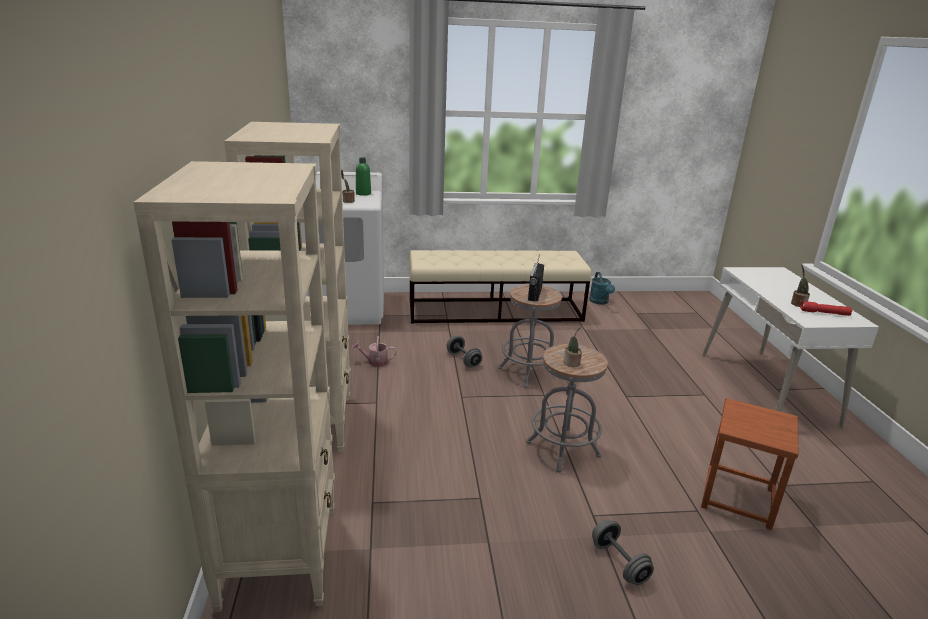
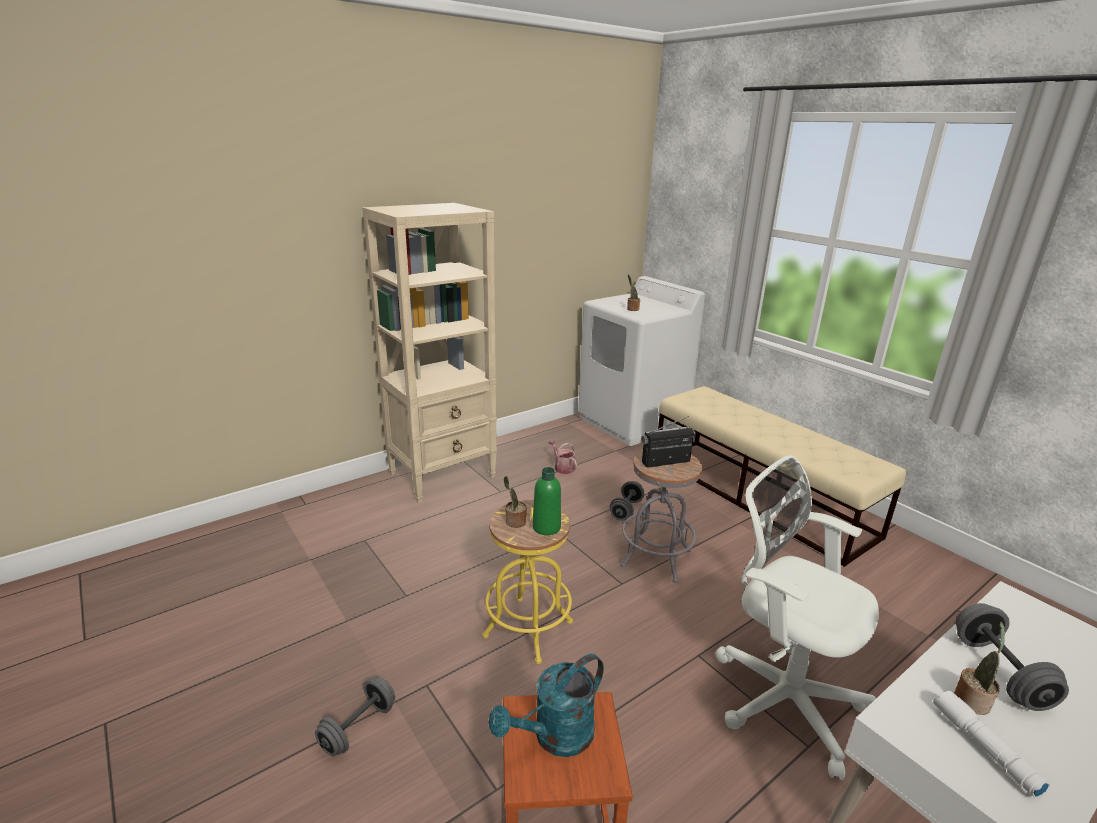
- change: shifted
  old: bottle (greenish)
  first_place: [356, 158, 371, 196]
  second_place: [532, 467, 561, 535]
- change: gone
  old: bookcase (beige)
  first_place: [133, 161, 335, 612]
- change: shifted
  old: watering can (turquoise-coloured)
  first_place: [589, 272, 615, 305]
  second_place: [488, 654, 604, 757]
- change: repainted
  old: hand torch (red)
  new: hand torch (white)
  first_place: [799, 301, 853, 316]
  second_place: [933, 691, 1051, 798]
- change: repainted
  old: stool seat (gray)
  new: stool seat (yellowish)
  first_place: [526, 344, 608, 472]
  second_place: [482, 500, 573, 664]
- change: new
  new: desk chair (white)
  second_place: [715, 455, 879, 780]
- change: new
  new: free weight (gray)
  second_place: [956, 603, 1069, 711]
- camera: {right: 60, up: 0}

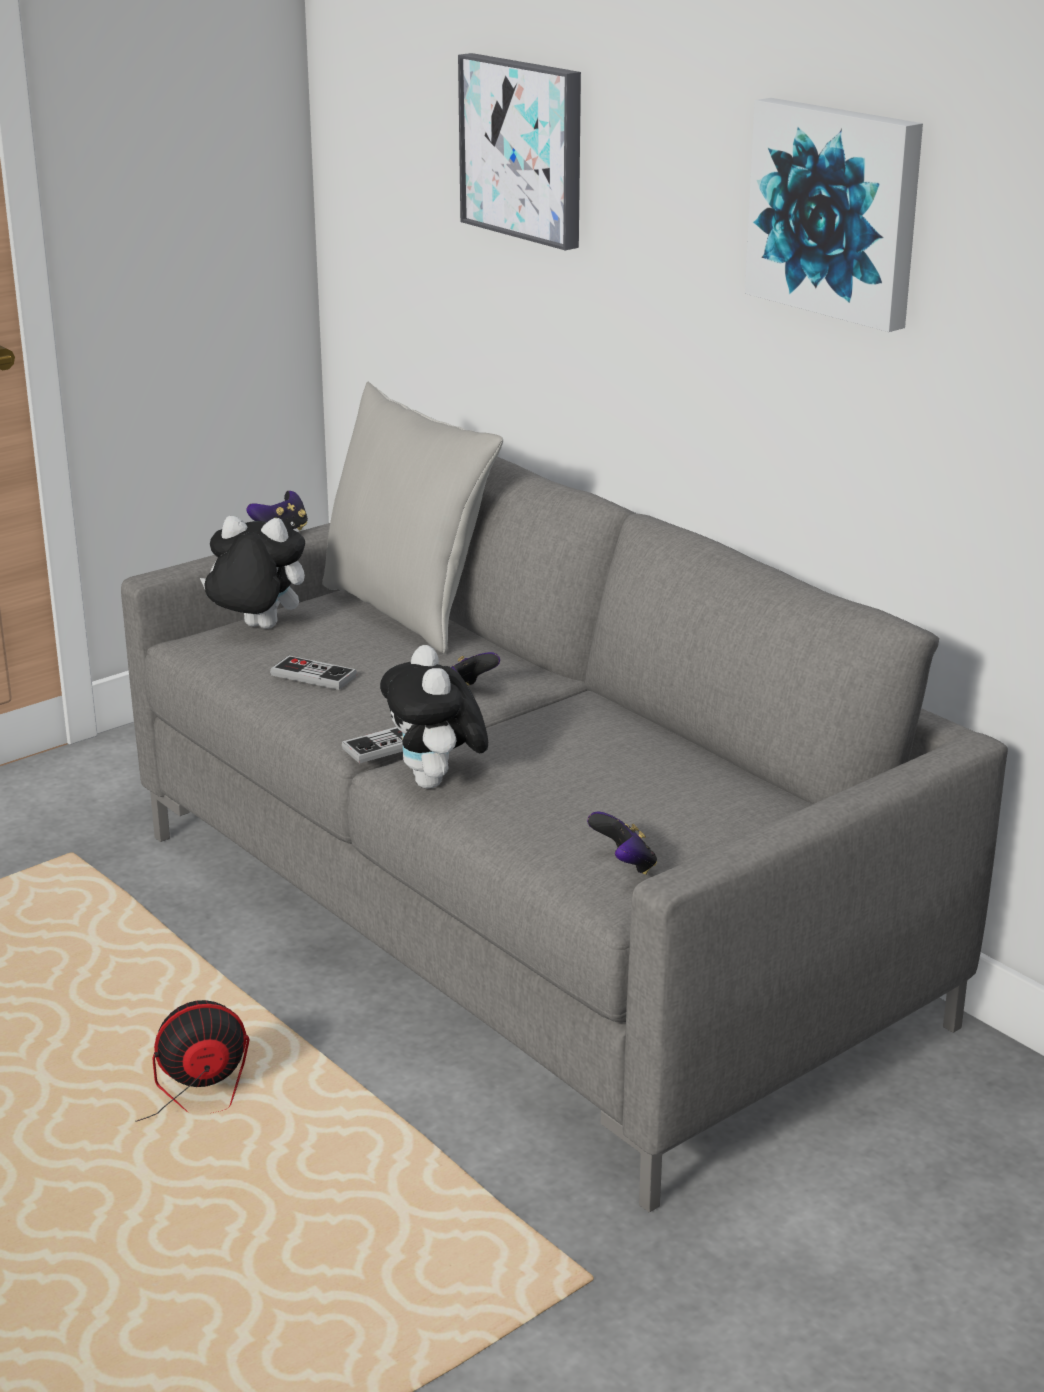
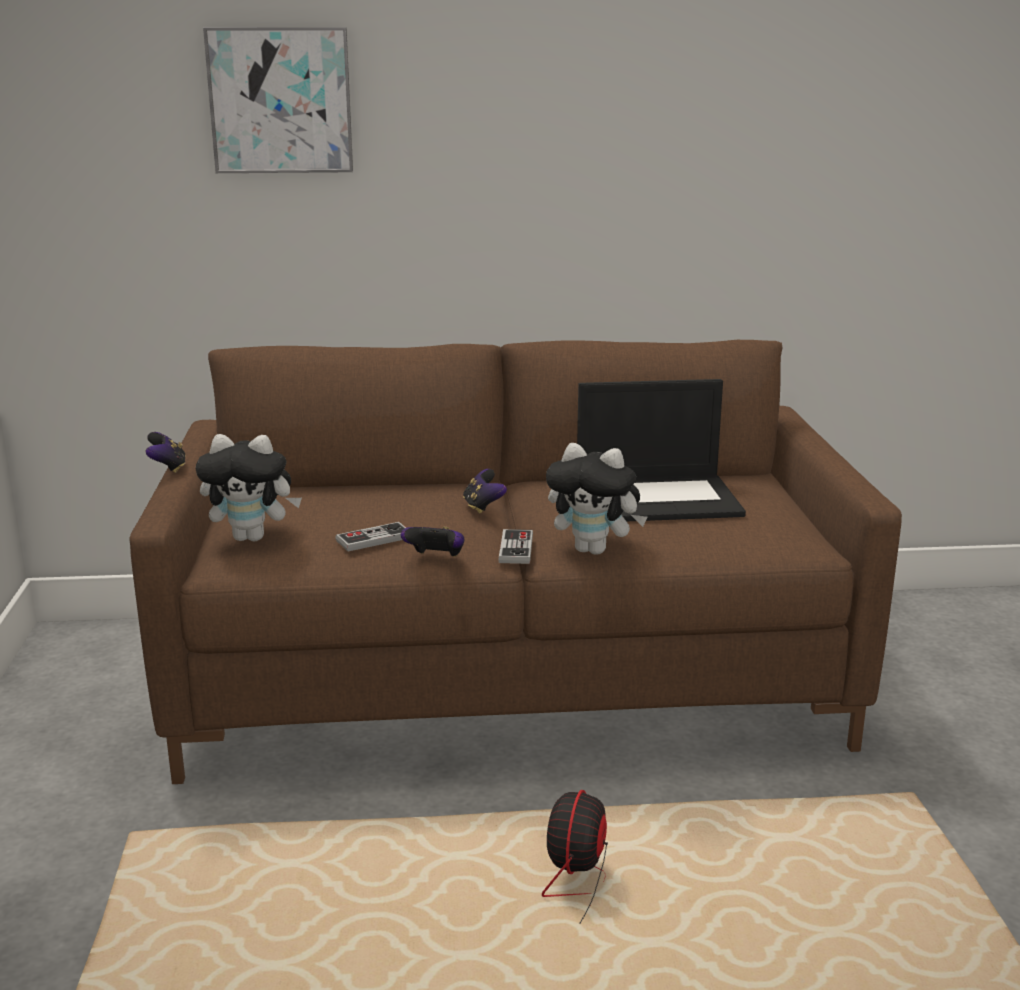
- change: gone
  old: picture
  first_place: [745, 98, 923, 332]
- change: gone
  old: throw pillow (gray)
  first_place: [322, 382, 503, 653]
- change: repainted
  old: settee (gray)
  new: settee (brown)
  first_place: [121, 456, 1008, 1212]
  second_place: [130, 340, 902, 784]
- change: rotated
  old: cuddly toy
  first_place: [200, 516, 305, 629]
  second_place: [195, 434, 302, 541]
  degrees: -135
- change: shifted
  old: joypad
  first_place: [587, 812, 657, 875]
  second_place: [401, 526, 464, 557]
- change: new
  new: portable computer
  second_place: [577, 379, 746, 522]
- camera: {right: -55, up: -5}

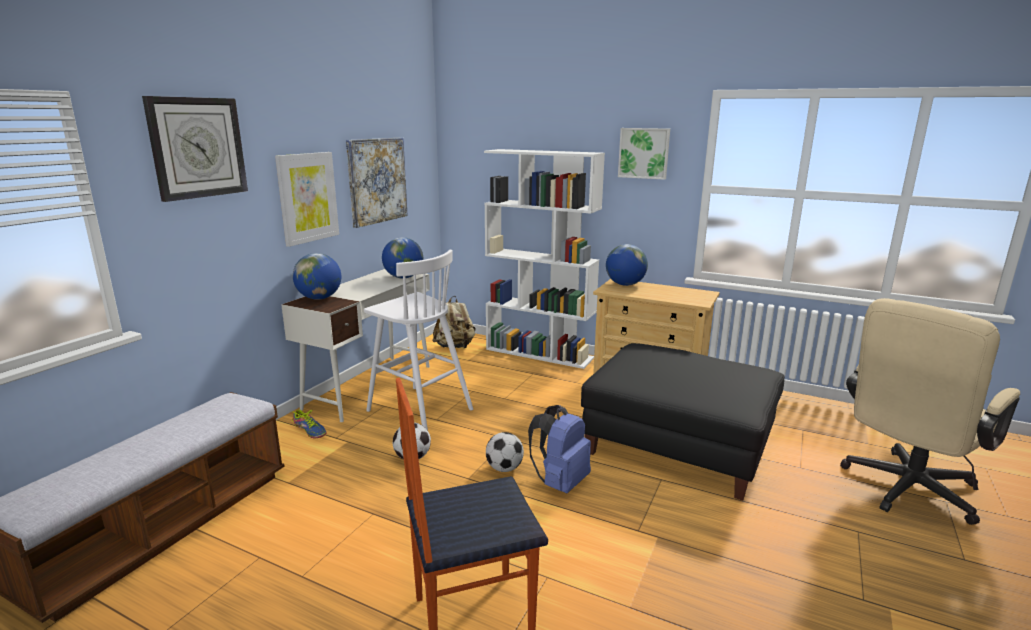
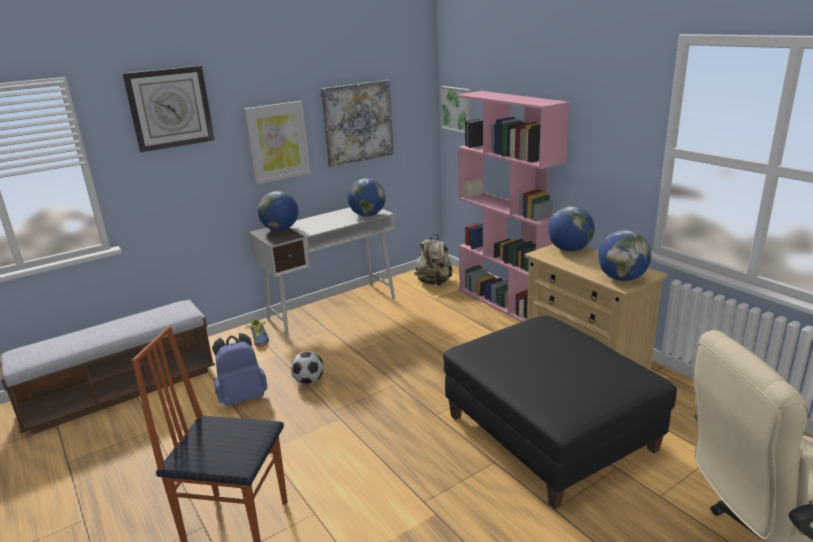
- change: shifted
  old: picture
  first_place: [618, 128, 670, 180]
  second_place: [440, 86, 471, 133]
- change: repainted
  old: bookcase (white)
  new: bookcase (pink-coloured)
  first_place: [484, 149, 605, 369]
  second_place: [457, 91, 570, 322]
- change: gone
  old: stool seat (white)
  first_place: [364, 250, 473, 431]
- change: shifted
  old: knapsack (blue-coloured)
  first_place: [528, 405, 591, 493]
  second_place: [212, 333, 268, 406]
- change: gone
  old: ball for football
  first_place: [486, 432, 524, 472]
- change: new
  new: world globe
  second_place: [598, 230, 651, 281]
- camera: {right: 30, up: 5}

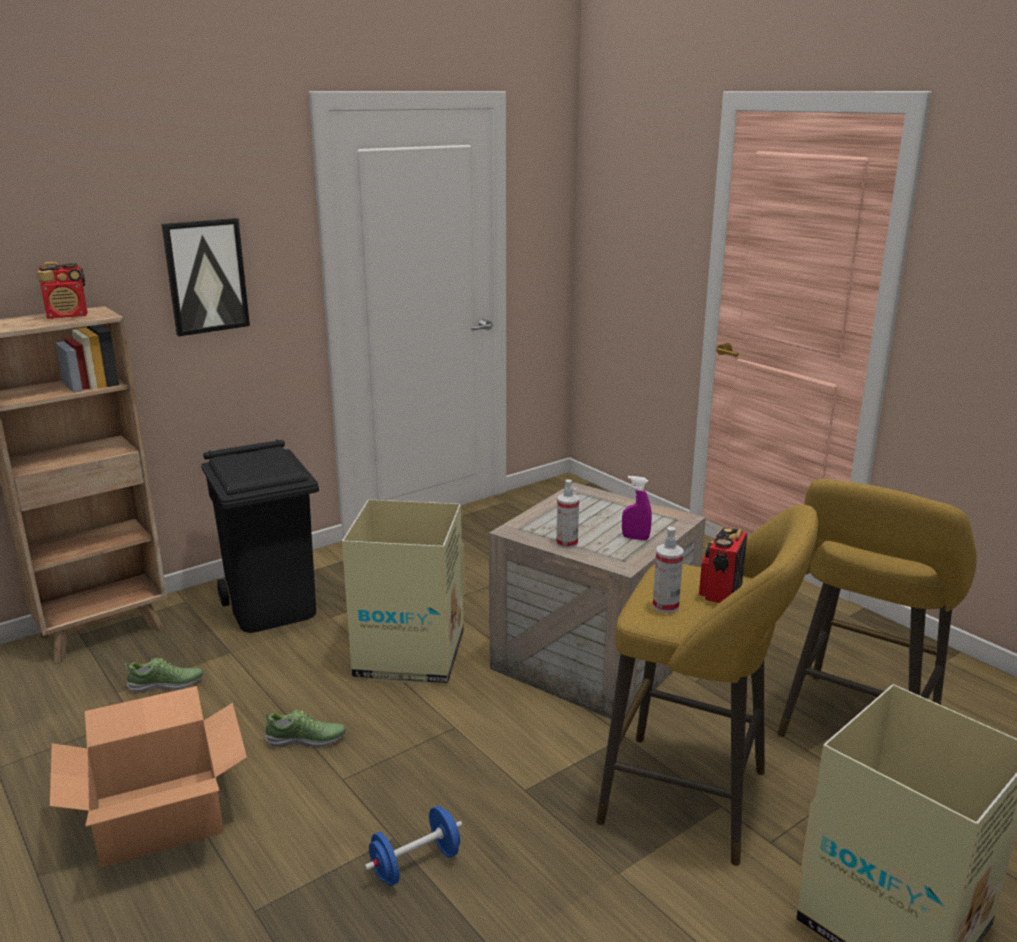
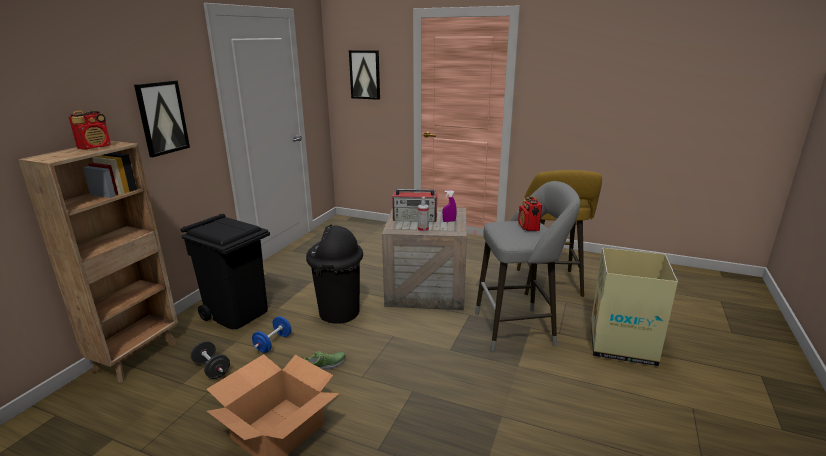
- change: swapped
  old: packing box
  new: rubbish bin (black)
  first_place: [342, 500, 465, 684]
  second_place: [306, 224, 363, 324]
- change: repainted
  old: stool seat (yellowish)
  new: stool seat (gray)
  first_place: [596, 505, 818, 866]
  second_place: [475, 181, 580, 351]
- change: gone
  old: spray bottle
  first_place: [653, 526, 684, 613]
- change: swapped
  old: item of footwear
  new: free weight (black)
  first_place: [125, 658, 203, 693]
  second_place: [191, 341, 230, 379]
- change: shifted
  old: free weight (blue-coloured)
  first_place: [364, 806, 462, 886]
  second_place: [252, 316, 291, 353]
- change: new
  new: picture
  second_place: [349, 50, 380, 100]
- change: new
  new: radio set
  second_place: [392, 189, 437, 222]
- camera: {right: -30, up: 0}

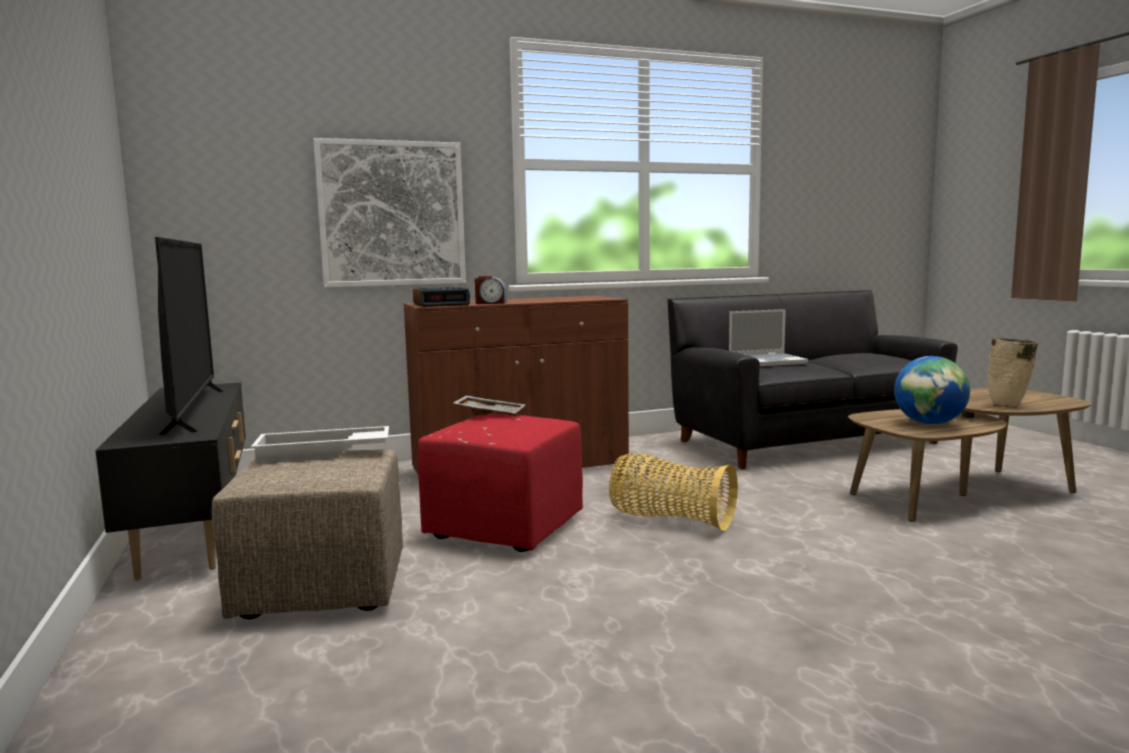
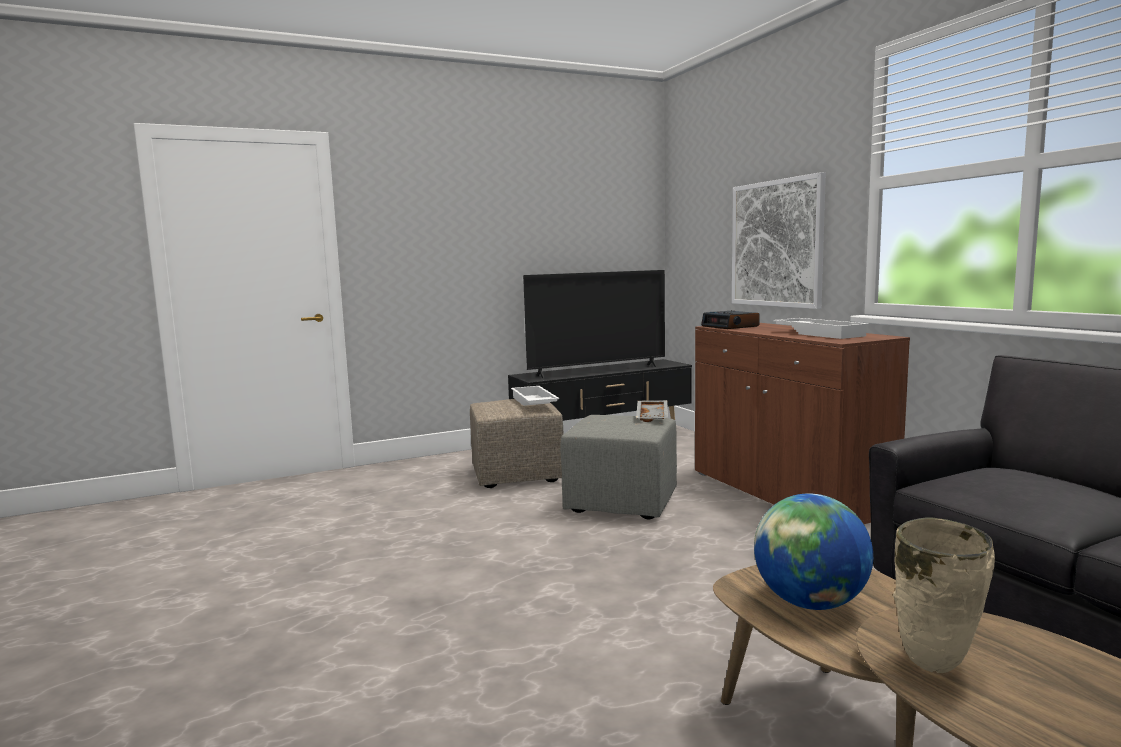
- change: gone
  old: alarm clock
  first_place: [475, 276, 507, 304]
- change: gone
  old: portable computer
  first_place: [729, 309, 808, 366]
- change: repainted
  old: pouffe (red)
  new: pouffe (gray)
  first_place: [418, 414, 583, 552]
  second_place: [560, 415, 677, 520]
- change: gone
  old: basket
  first_place: [609, 454, 738, 531]
- change: new
  new: serving tray (white)
  second_place: [773, 318, 870, 339]
- camera: {right: 85, up: 0}

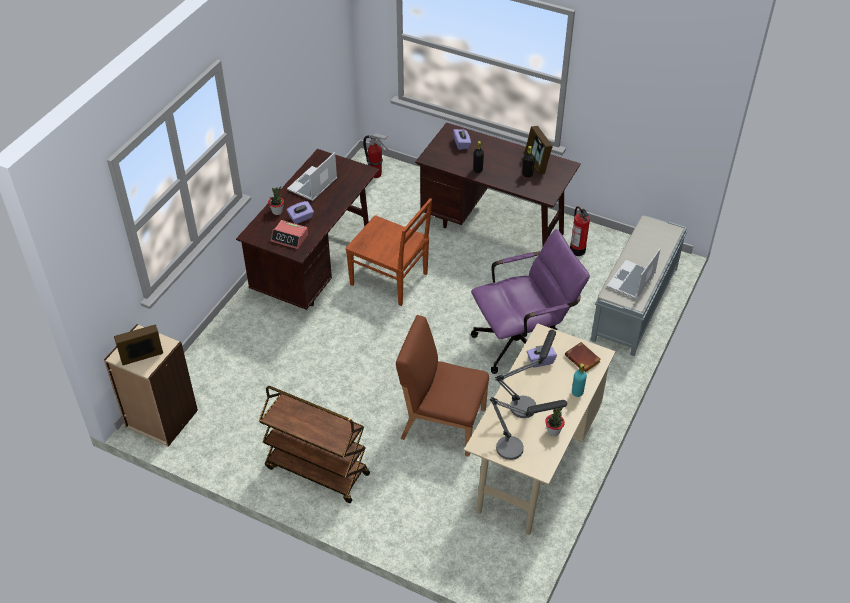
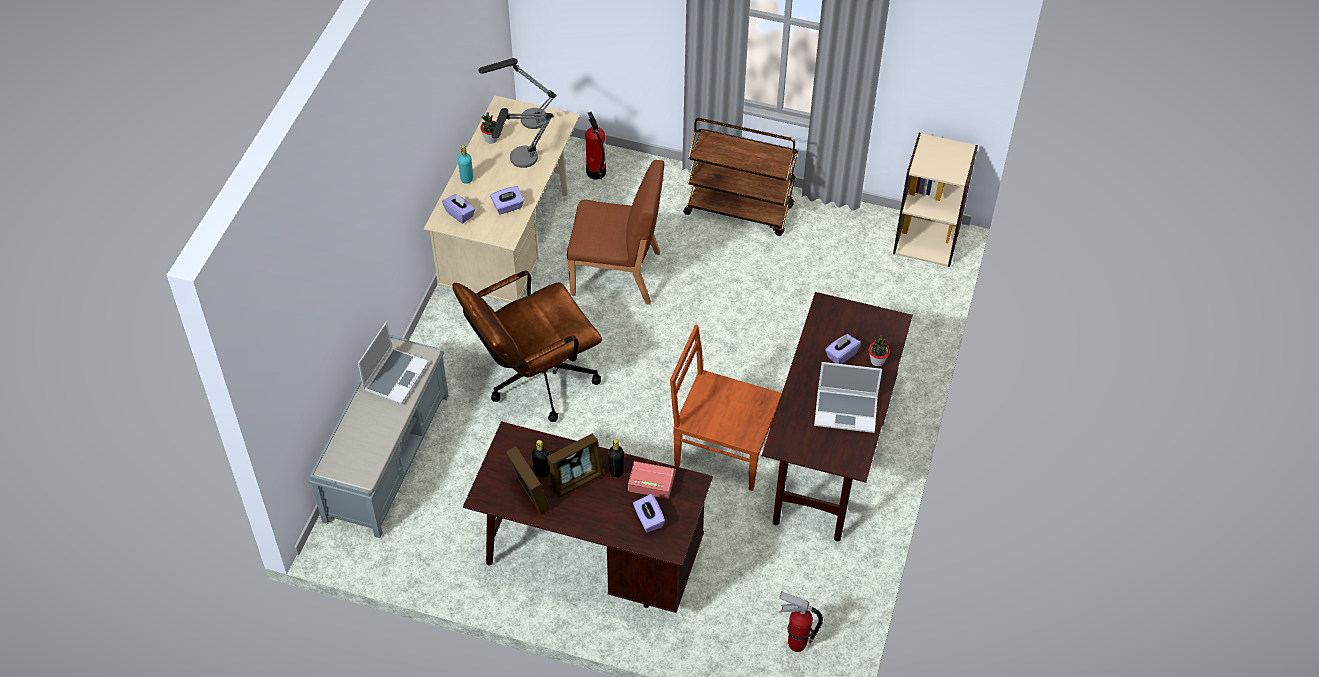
- change: rotated
  old: portable computer
  first_place: [287, 152, 337, 201]
  second_place: [814, 362, 882, 433]
  degrees: 75
- change: shifted
  old: fire extinguisher
  first_place: [570, 206, 590, 256]
  second_place: [585, 112, 606, 180]
- change: shifted
  old: alarm clock
  first_place: [271, 220, 308, 249]
  second_place: [628, 461, 676, 499]
- change: repainted
  old: desk chair (purplish)
  new: desk chair (brown)
  first_place: [471, 229, 590, 374]
  second_place: [452, 271, 602, 422]
- change: shifted
  old: standing frame
  first_place: [114, 324, 163, 365]
  second_place: [547, 434, 603, 498]
- change: swapped
  old: bound book (brown)
  new: tissue box (purplish)
  first_place: [565, 342, 601, 372]
  second_place: [442, 193, 475, 224]
- camera: {right: 170, up: 5}

